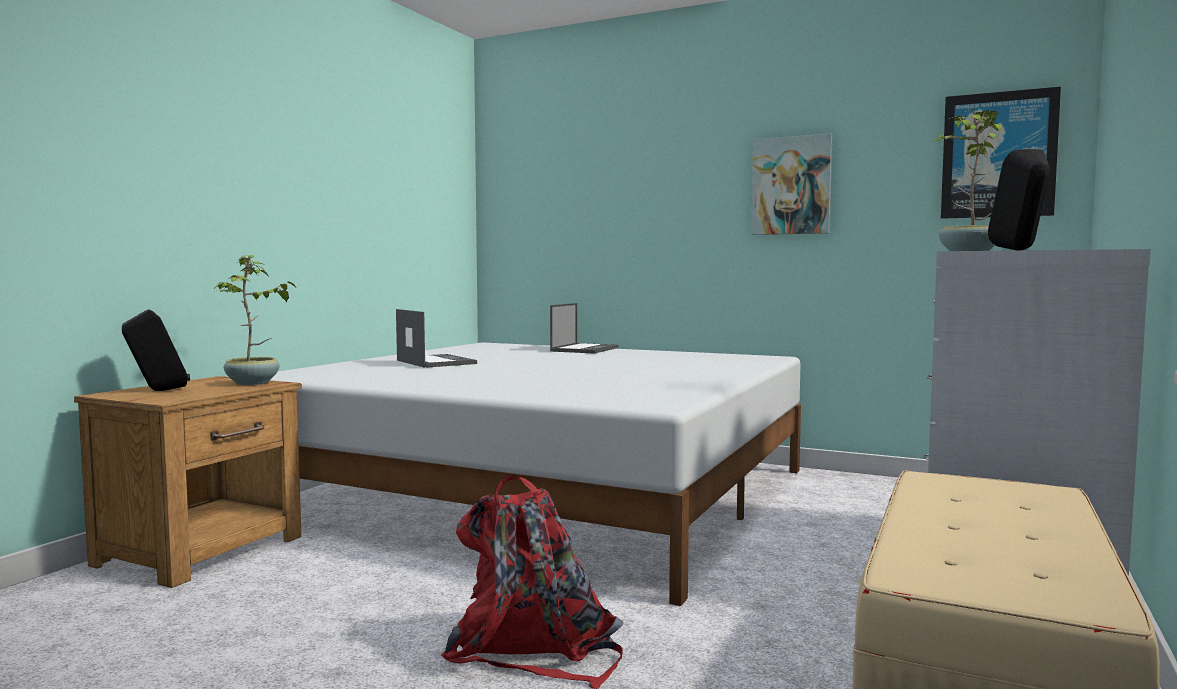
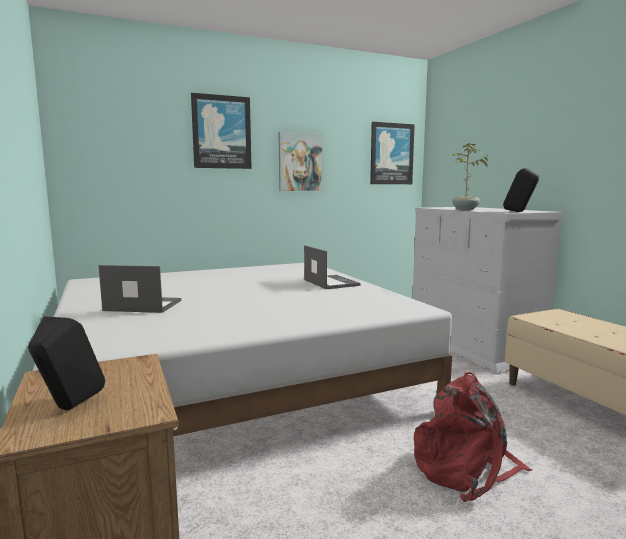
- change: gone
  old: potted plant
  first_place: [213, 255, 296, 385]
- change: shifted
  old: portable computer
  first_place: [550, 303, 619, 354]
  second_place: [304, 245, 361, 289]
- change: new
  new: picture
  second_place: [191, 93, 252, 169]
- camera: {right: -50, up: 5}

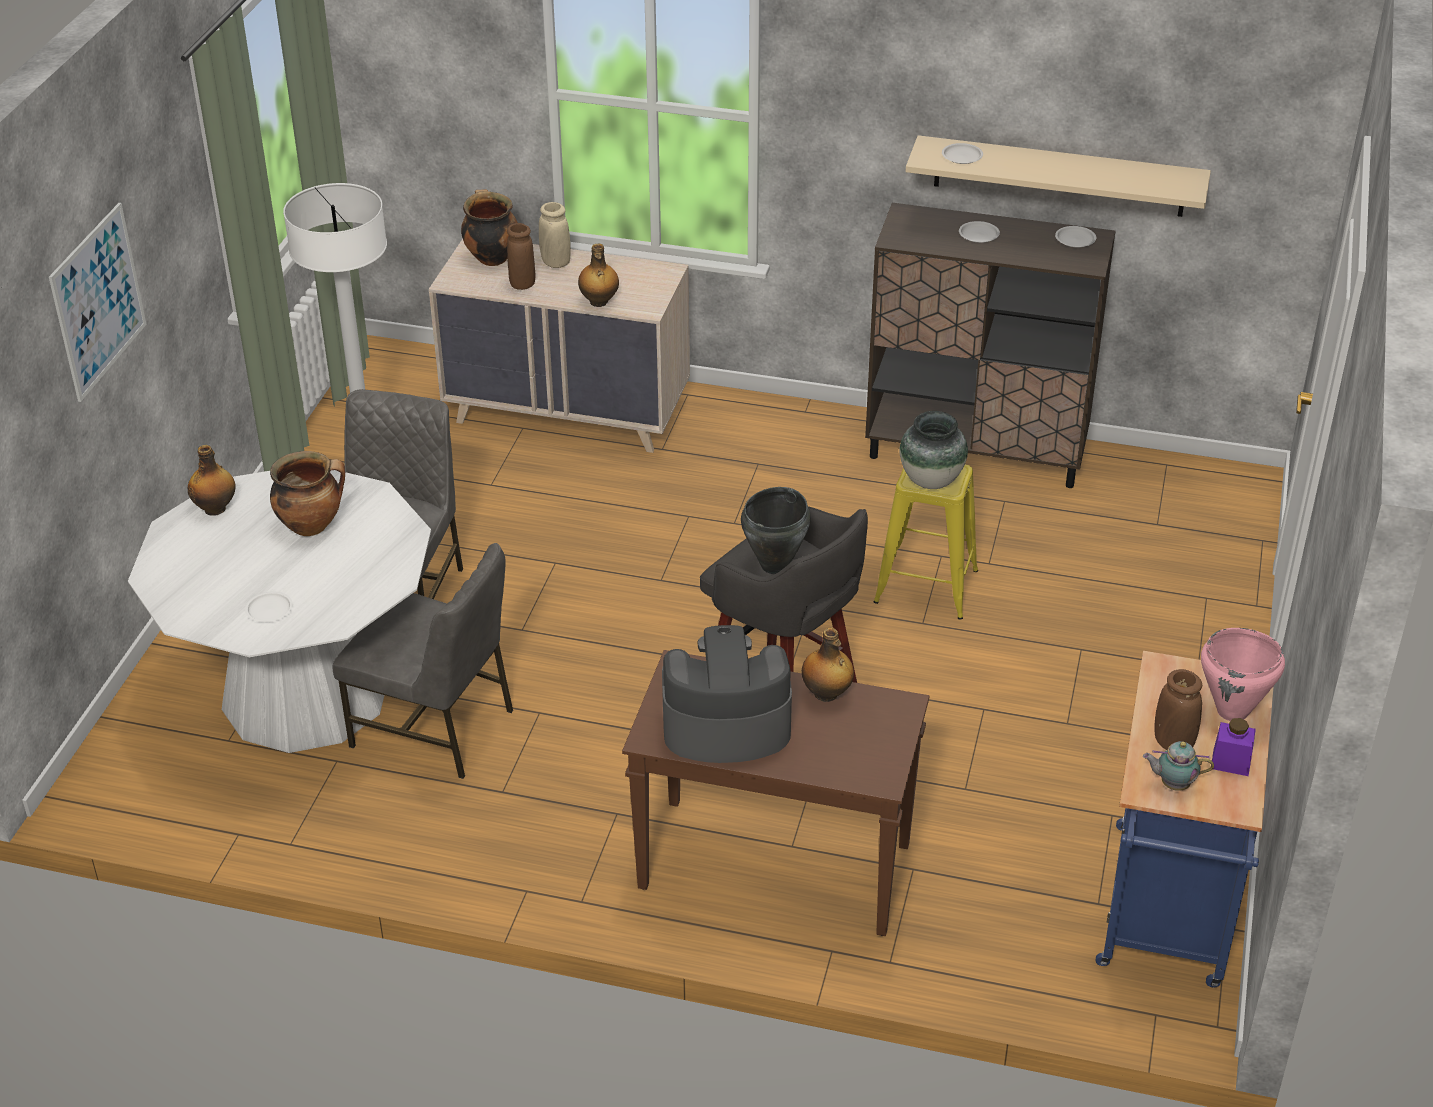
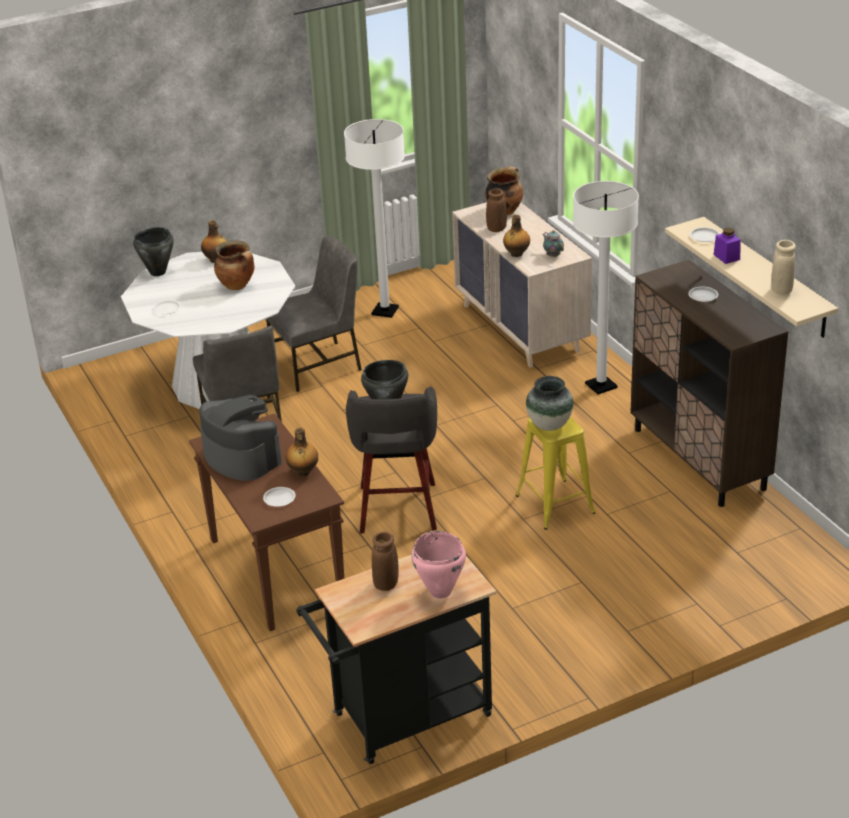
- change: shifted
  old: flower vase (beige)
  first_place: [539, 202, 571, 268]
  second_place: [771, 240, 796, 295]
- change: gone
  old: picture
  first_place: [49, 203, 146, 402]
- change: shifted
  old: plate (white)
  first_place: [1055, 226, 1096, 248]
  second_place: [263, 487, 296, 507]
- change: repainted
  old: wheeled cart (blue-coloured)
  new: wheeled cart (black)
  first_place: [1095, 651, 1274, 987]
  second_place: [296, 555, 497, 764]
- change: shifted
  old: storage jar (purplish)
  first_place: [1212, 718, 1256, 776]
  second_place: [713, 228, 741, 264]
- change: shifted
  old: pot for tea
  first_place: [1143, 741, 1214, 791]
  second_place: [542, 230, 564, 257]
- change: new
  new: standard lamp (white)
  second_place: [573, 181, 639, 394]
- change: new
  new: saucepot (black)
  second_place: [133, 227, 174, 276]
- camera: {right: 50, up: -5}

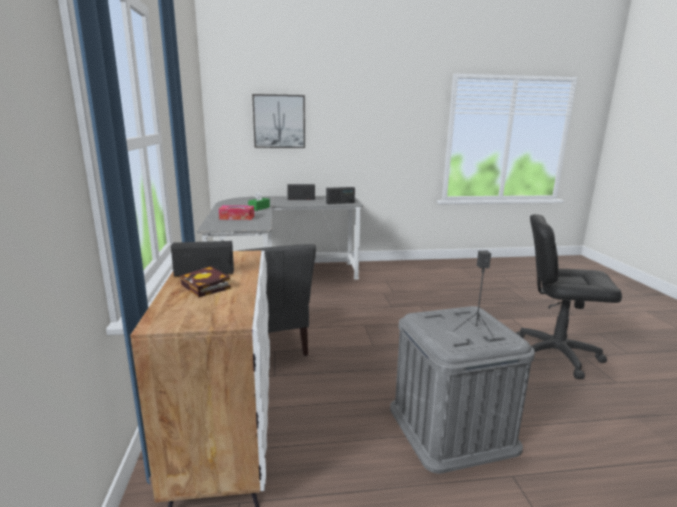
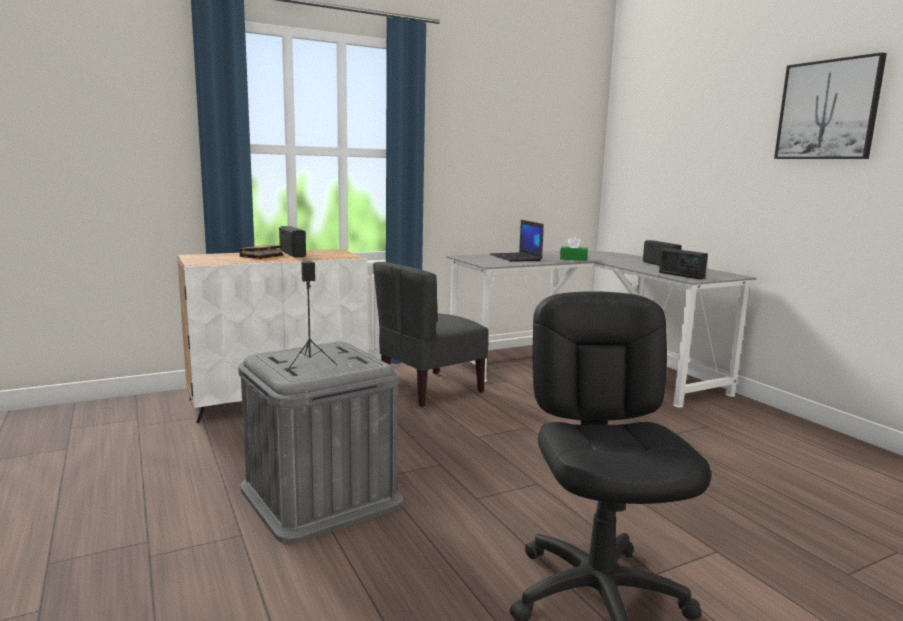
- change: shifted
  old: picture
  first_place: [252, 94, 305, 148]
  second_place: [774, 52, 887, 159]
- change: swapped
  old: tissue box
  new: portable computer
  first_place: [219, 205, 254, 220]
  second_place: [489, 220, 544, 262]
- camera: {right: 70, up: -5}

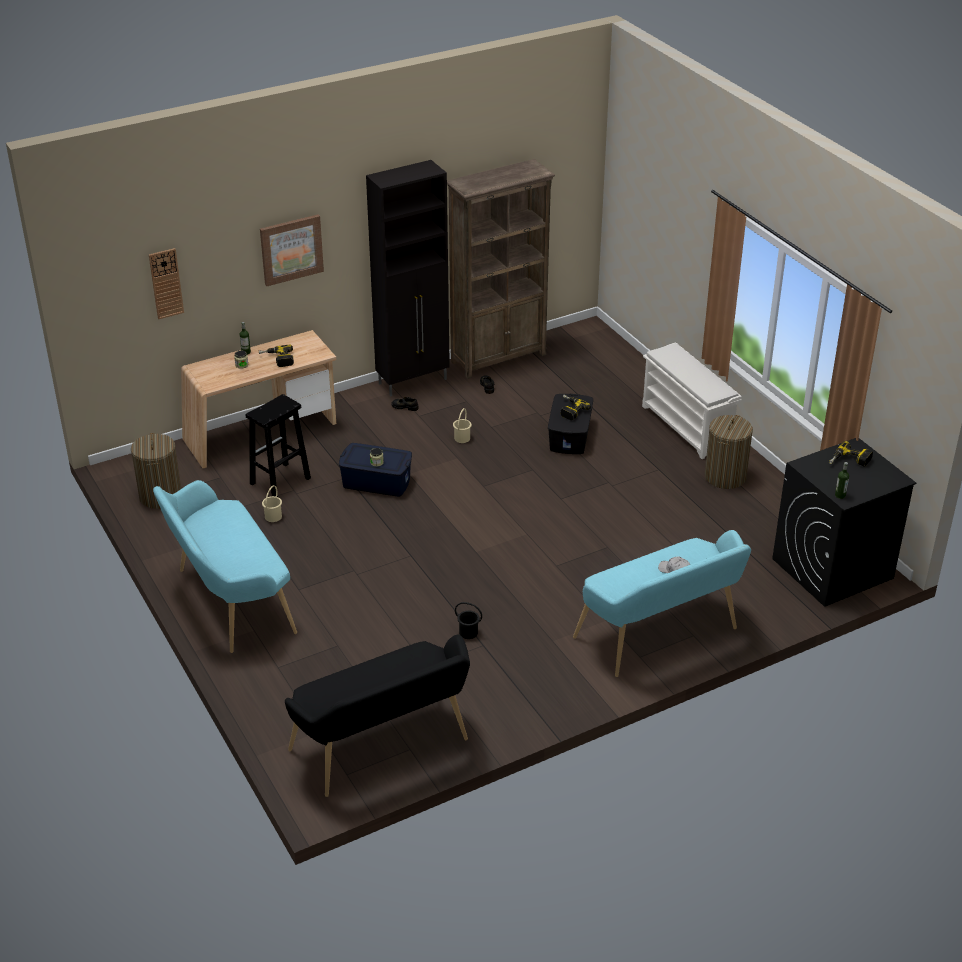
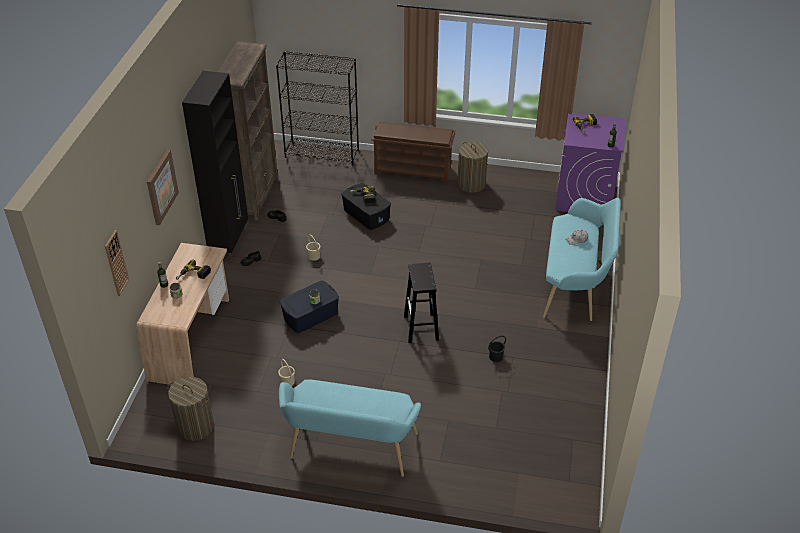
- change: repainted
  old: shoe stand (white)
  new: shoe stand (brown)
  first_place: [642, 342, 742, 459]
  second_place: [371, 122, 455, 183]
- change: shifted
  old: stool seat (black)
  first_place: [246, 394, 311, 497]
  second_place: [404, 263, 439, 343]
- change: repainted
  old: washing machine (black)
  new: washing machine (purplish)
  first_place: [772, 438, 916, 607]
  second_place: [555, 113, 625, 212]
- change: gone
  old: bench (black)
  first_place: [285, 634, 470, 797]
- change: new
  new: bookcase (black)
  second_place: [276, 51, 359, 166]
- camera: {right: -50, up: 5}

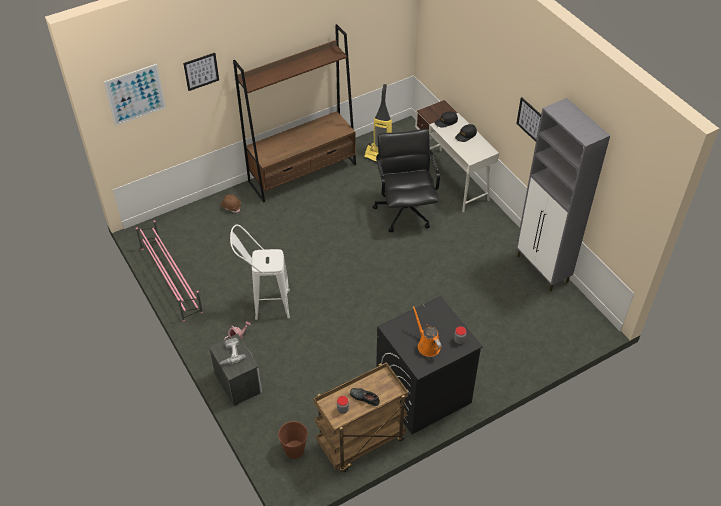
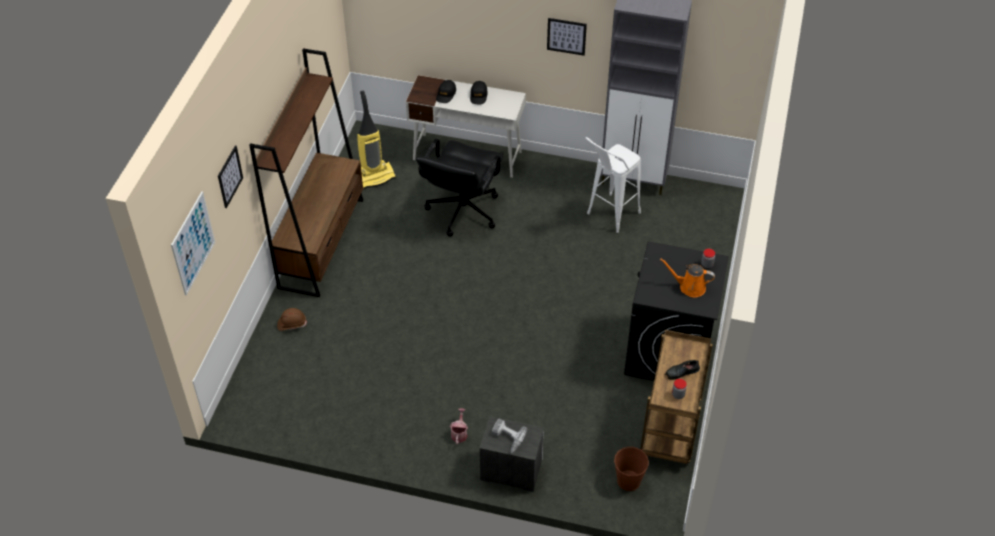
- change: rotated
  old: desk chair (black)
  first_place: [373, 129, 440, 232]
  second_place: [416, 139, 503, 237]
  degrees: -105
- change: gone
  old: shoe stand (pink-coloured)
  first_place: [136, 220, 203, 321]
- change: shifted
  old: stool seat (white)
  first_place: [230, 225, 290, 320]
  second_place: [586, 137, 641, 233]
- camera: {right: -45, up: 0}

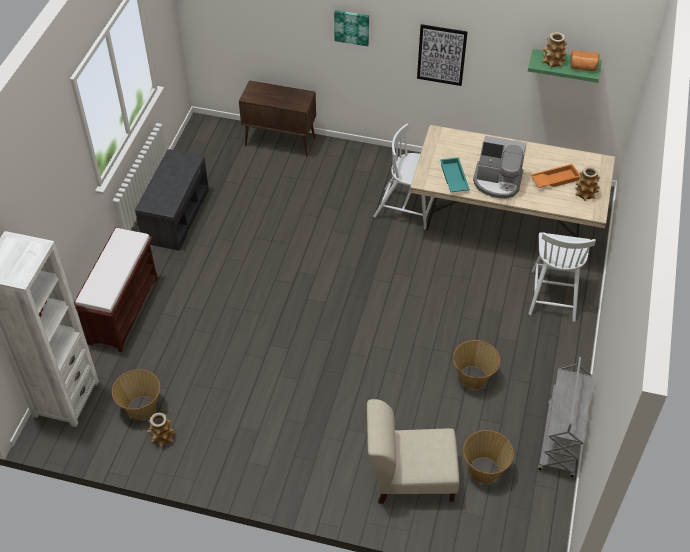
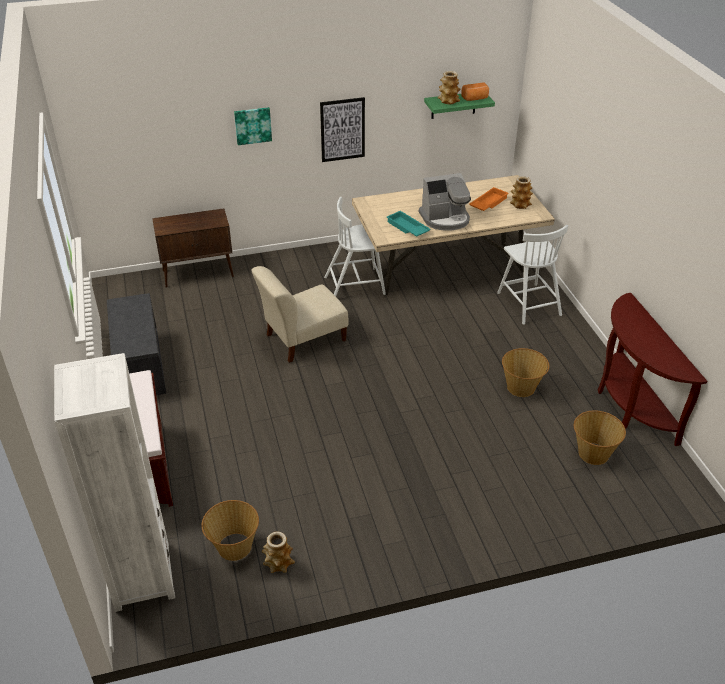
- change: swapped
  old: wheeled cart (gray)
  new: console table (brown)
  first_place: [538, 357, 593, 477]
  second_place: [598, 293, 707, 446]
- change: shifted
  old: plain chair (beige)
  first_place: [367, 399, 459, 504]
  second_place: [251, 266, 348, 363]
- camera: {right: -30, up: -10}

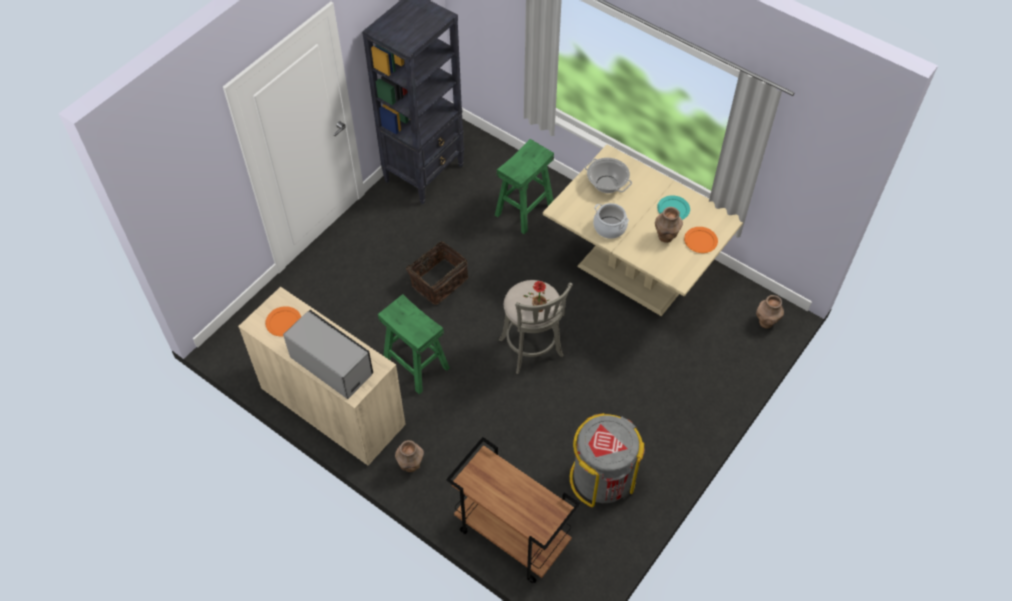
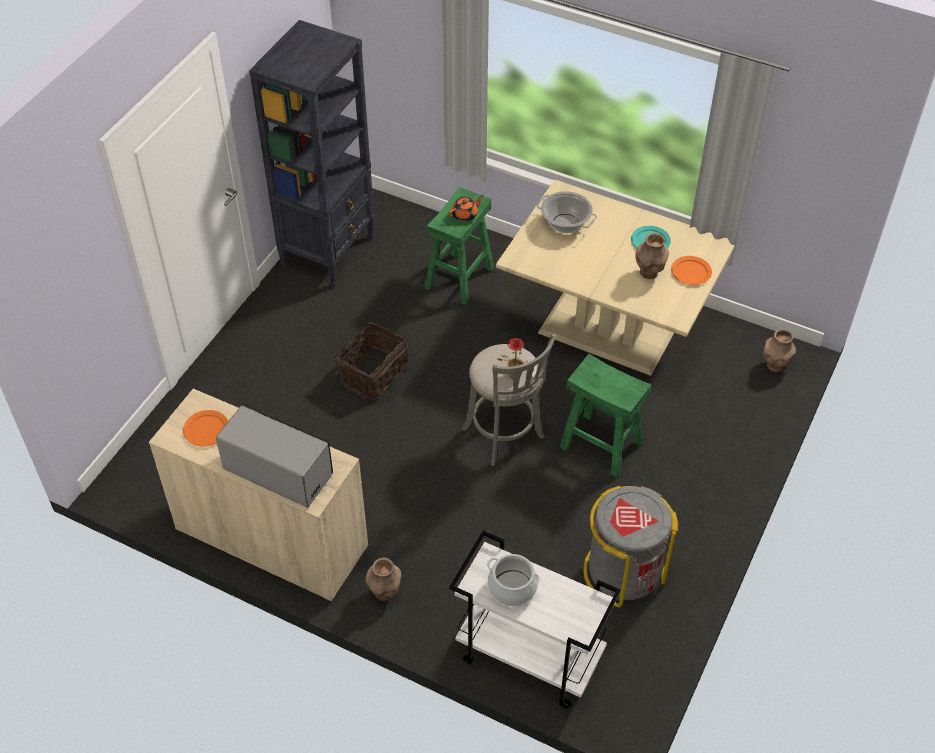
- change: shifted
  old: saucepot
  first_place: [593, 203, 629, 239]
  second_place: [487, 554, 540, 606]
- change: shifted
  old: stool seat (greenish)
  first_place: [378, 294, 450, 395]
  second_place: [560, 354, 652, 477]
- change: repainted
  old: wheeled cart (brown)
  new: wheeled cart (white)
  first_place: [446, 437, 580, 583]
  second_place: [449, 531, 621, 709]
- change: new
  new: pot for tea (orange)
  second_place: [448, 195, 484, 221]
- camera: {right: -10, up: -5}

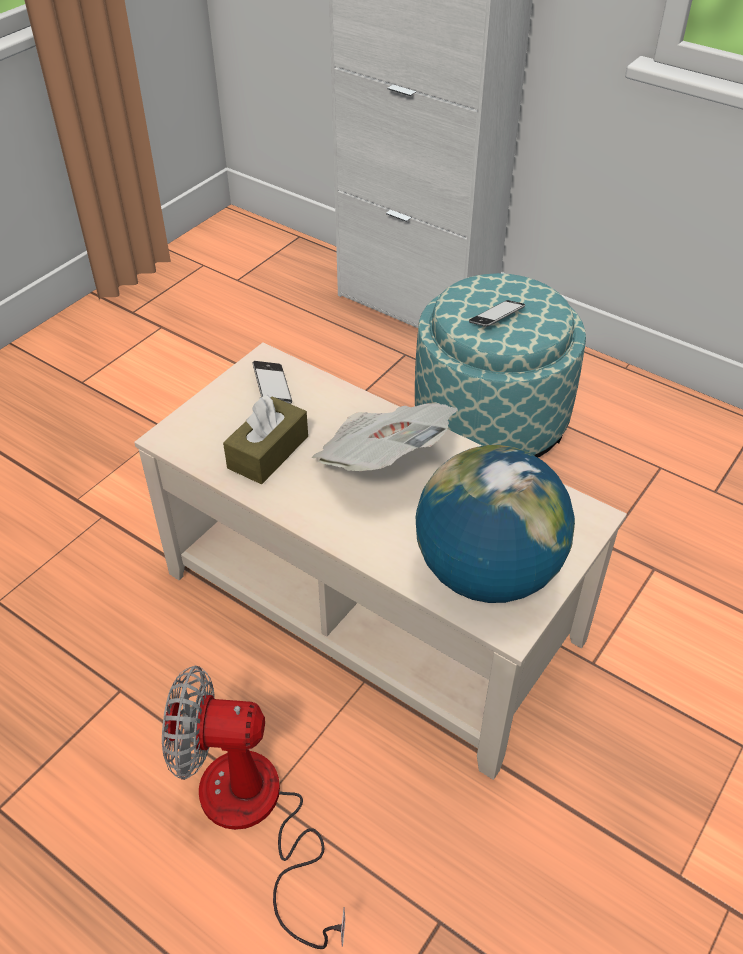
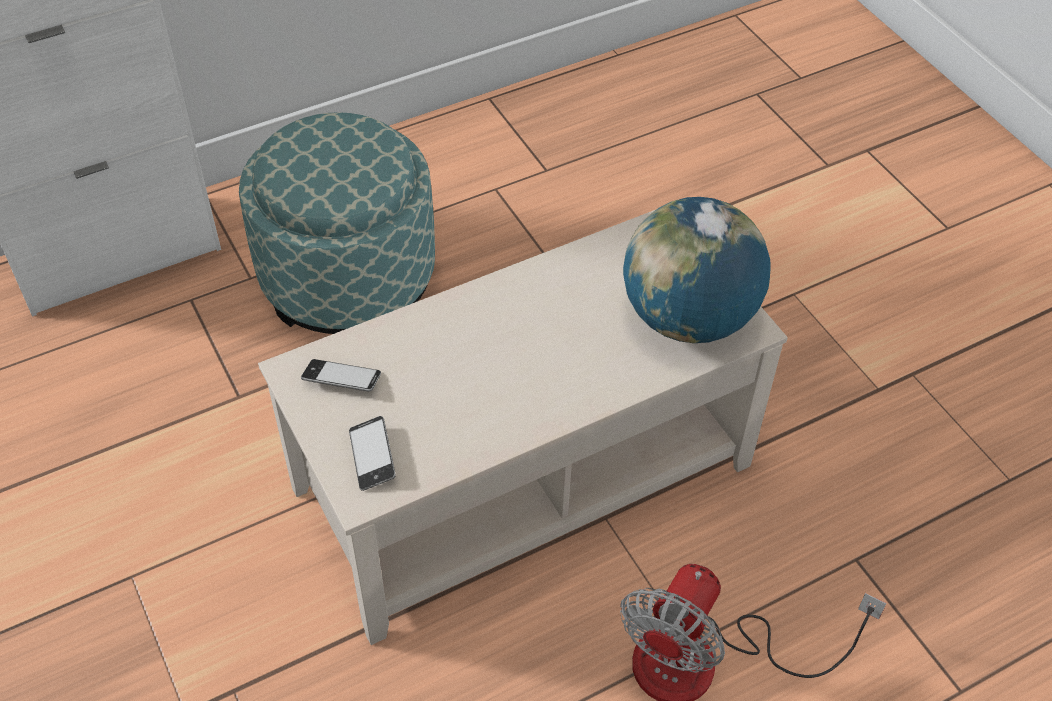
- change: shifted
  old: phone
  first_place: [469, 300, 525, 327]
  second_place: [349, 416, 396, 491]
- change: gone
  old: tissue box (brown)
  first_place: [223, 395, 308, 484]
- change: gone
  old: printed paper
  first_place: [311, 402, 458, 471]
- camera: {right: -65, up: 5}

